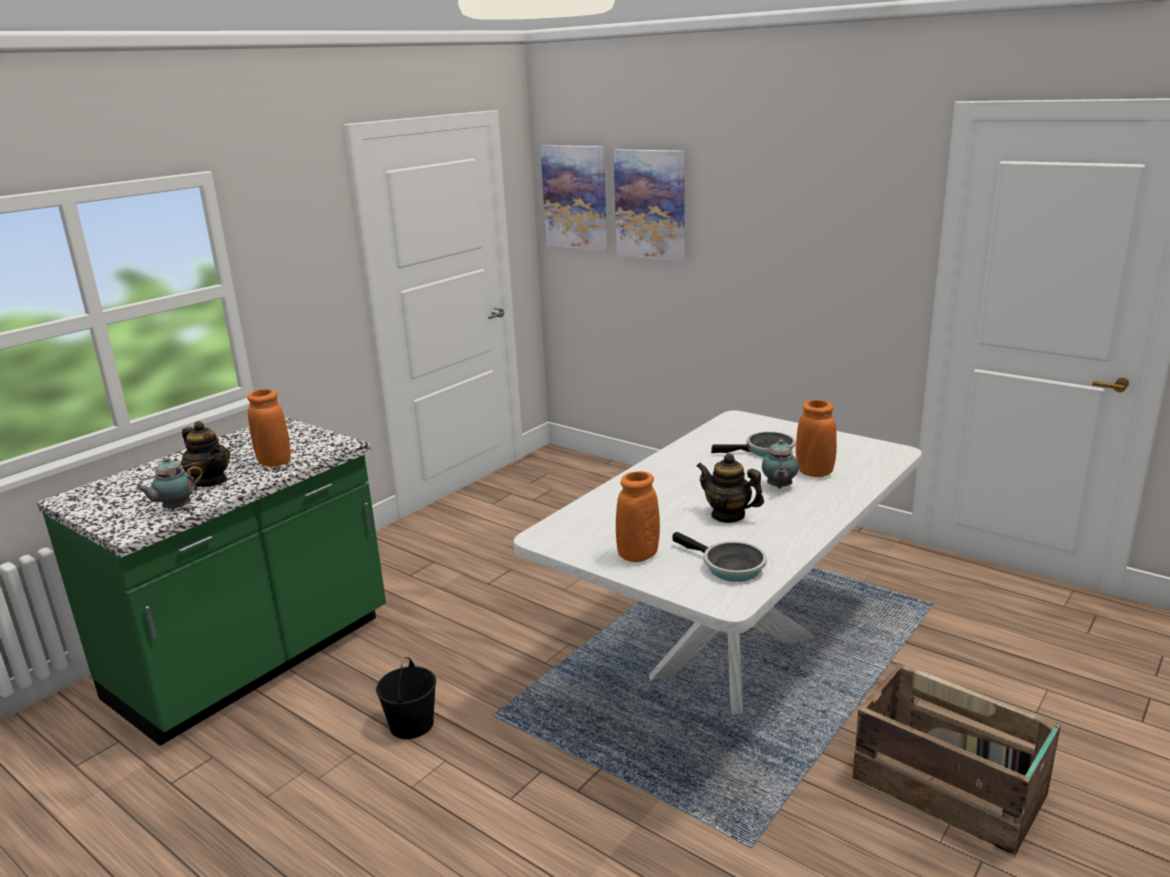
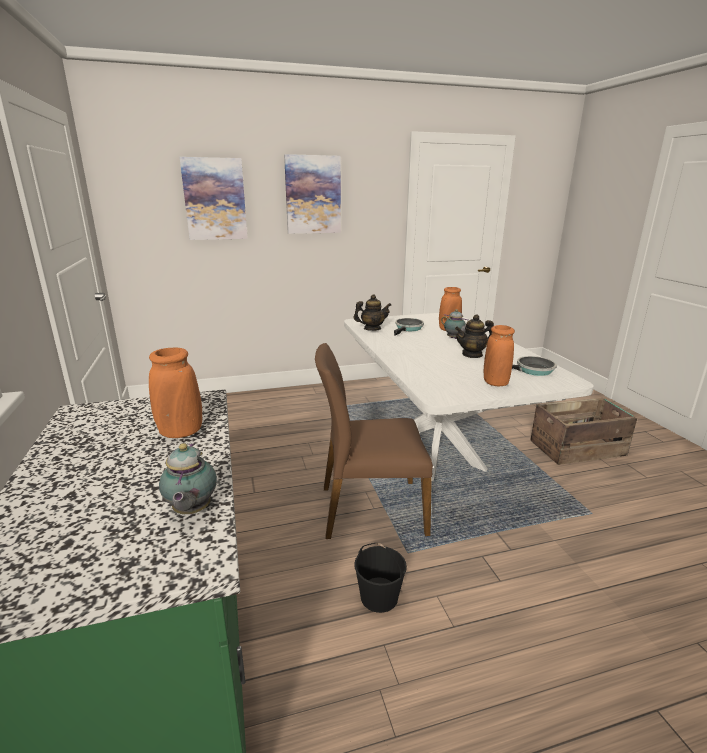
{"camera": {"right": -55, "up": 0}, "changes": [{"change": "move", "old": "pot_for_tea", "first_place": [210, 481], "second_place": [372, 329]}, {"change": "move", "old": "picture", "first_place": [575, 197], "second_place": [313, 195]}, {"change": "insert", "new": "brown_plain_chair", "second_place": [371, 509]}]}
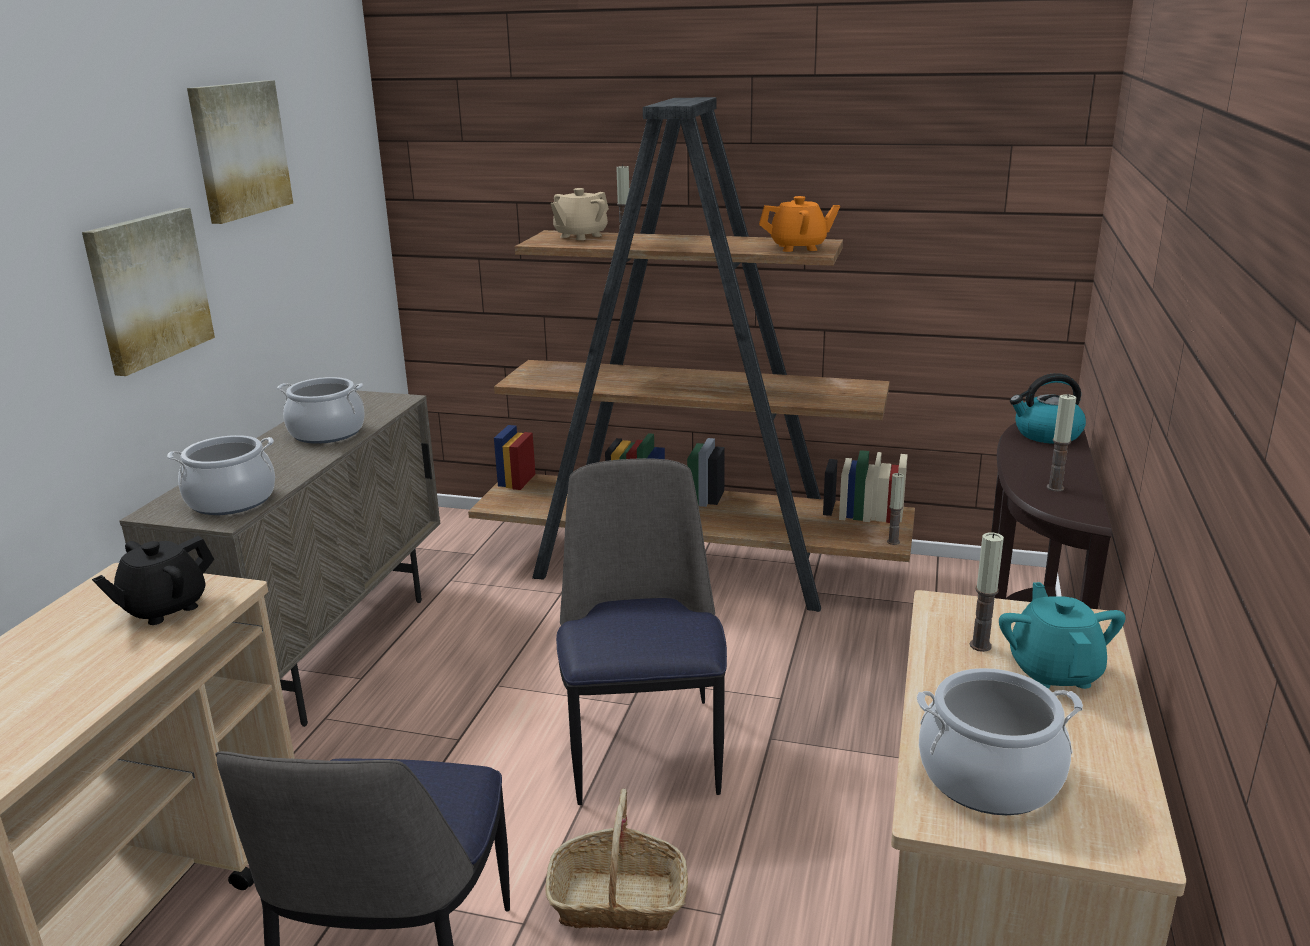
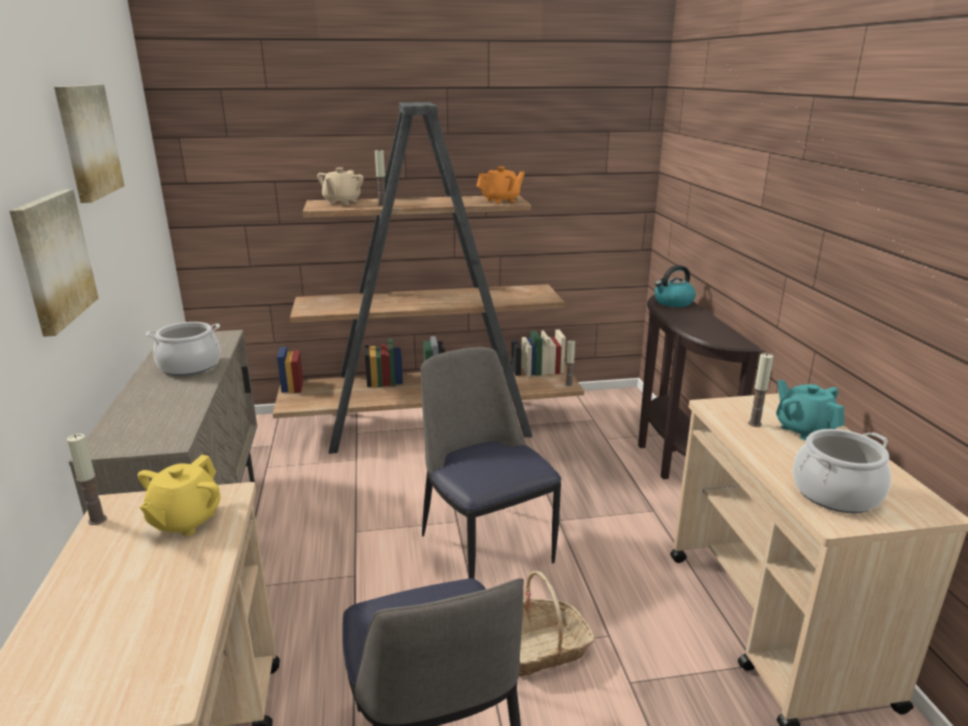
{"camera": {"right": -25, "up": 0}, "changes": [{"change": "recolor", "old": "blackish_pot_for_tea", "new": "yellowish_pot_for_tea", "first_place": [164, 608], "second_place": [185, 520]}, {"change": "delete", "old": "saucepot", "first_place": [231, 500]}, {"change": "move", "old": "candle", "first_place": [1055, 488], "second_place": [97, 520]}]}
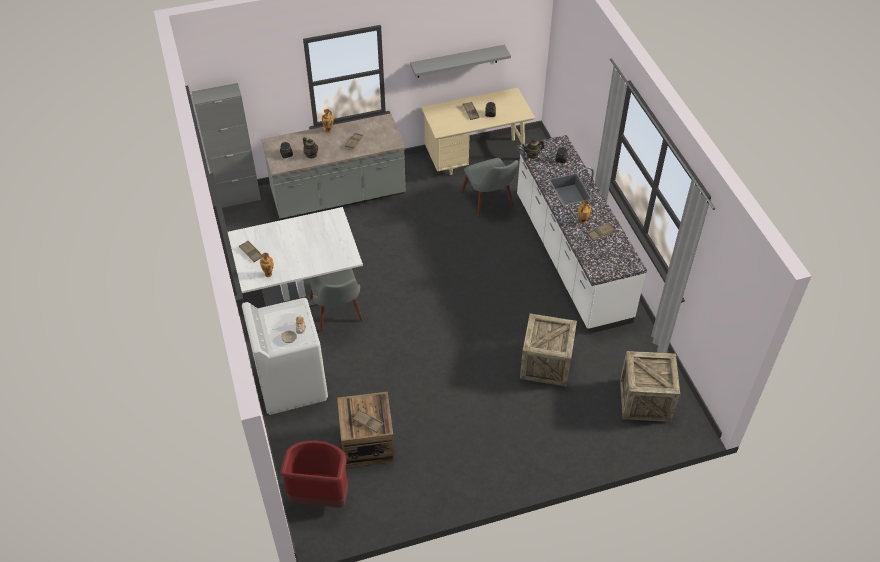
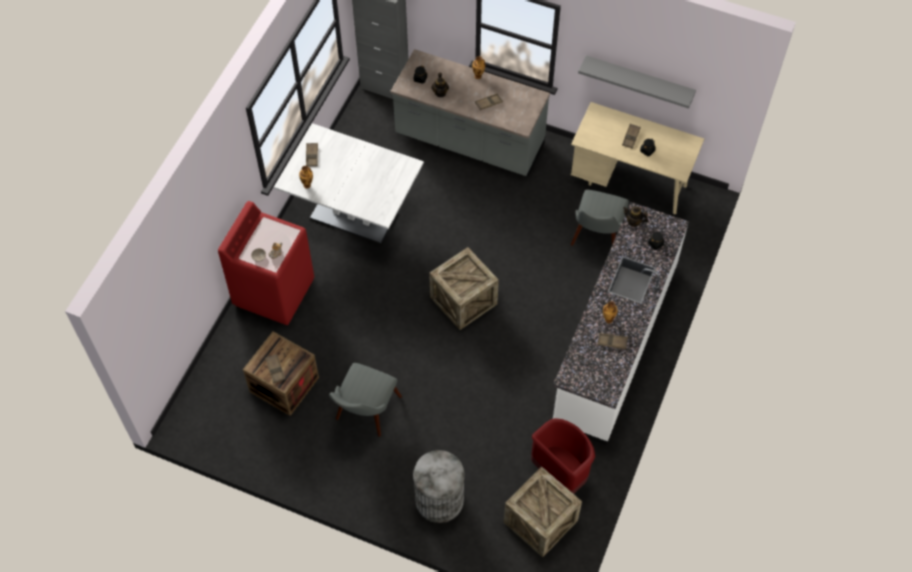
{"camera": {"right": 40, "up": 10}, "changes": [{"change": "recolor", "old": "white-coloured_laundry_machine", "new": "red-coloured_laundry_machine", "first_place": [291, 384], "second_place": [274, 291]}, {"change": "move", "old": "red-coloured_rubbish_bin", "first_place": [320, 496], "second_place": [560, 472]}, {"change": "move", "old": "gray_plain_chair", "first_place": [339, 315], "second_place": [364, 414]}, {"change": "move", "old": "packing_crate", "first_place": [546, 364], "second_place": [463, 300]}, {"change": "insert", "new": "gray_rubbish_bin", "second_place": [439, 500]}]}
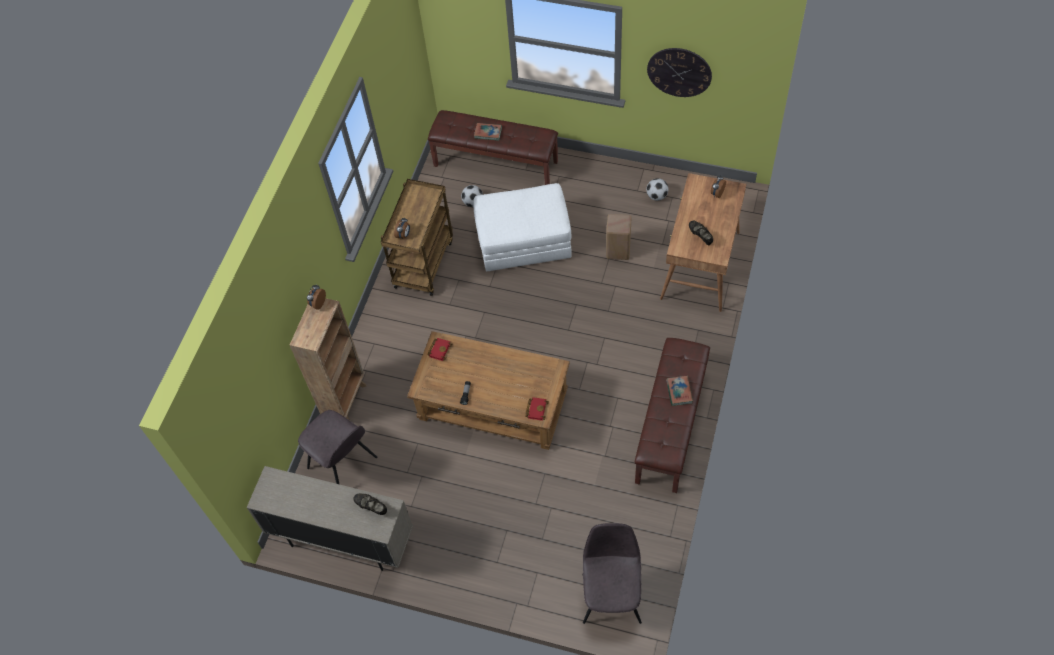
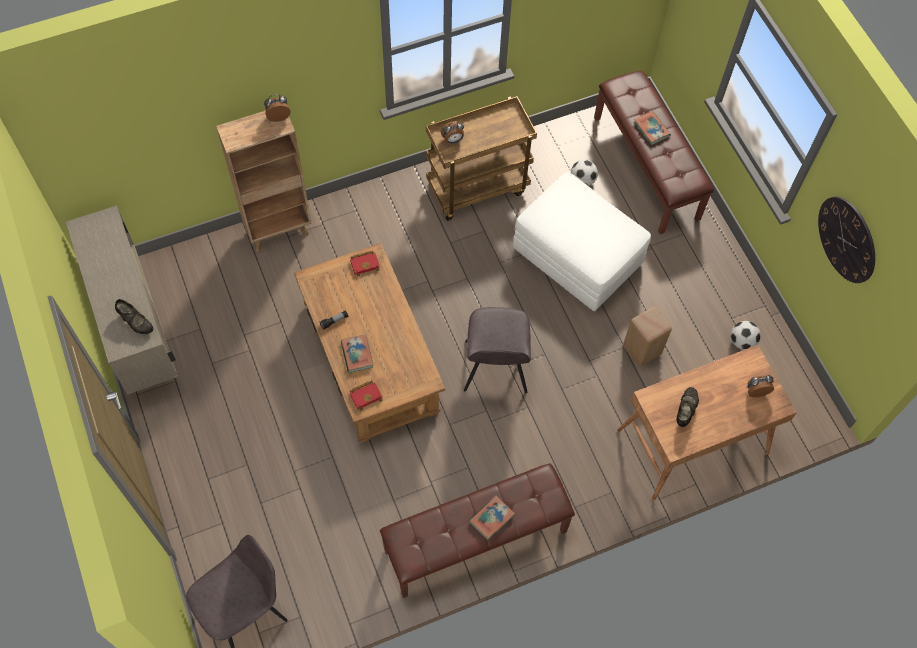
{"camera": {"right": 45, "up": 5}, "changes": [{"change": "move", "old": "gray_plain_chair", "first_place": [343, 464], "second_place": [495, 369]}, {"change": "rotate", "old": "blackish_low_shoe", "first_place": [371, 507], "second_place": [136, 322], "degrees": 135}, {"change": "insert", "new": "book", "second_place": [357, 354]}]}
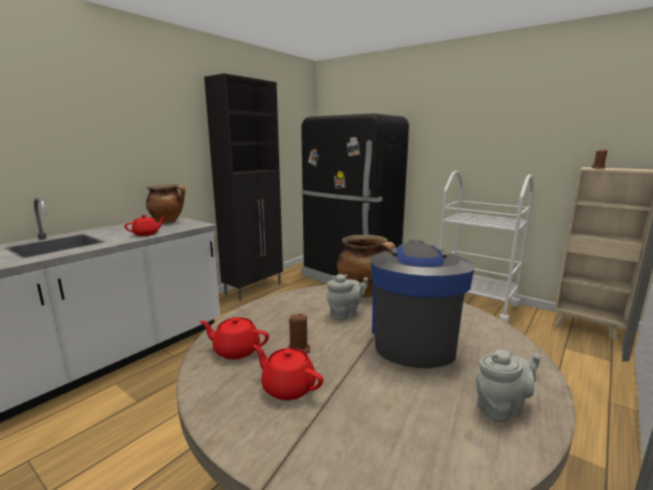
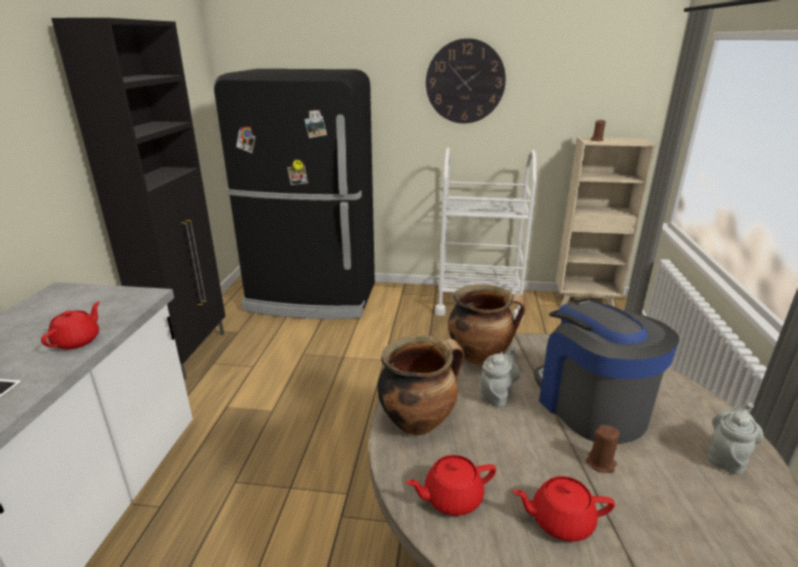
{"camera": {"right": -30, "up": 10}, "changes": [{"change": "move", "old": "saucepot", "first_place": [168, 222], "second_place": [418, 421]}, {"change": "move", "old": "brown_candle", "first_place": [299, 349], "second_place": [601, 463]}, {"change": "insert", "new": "hanging_clock", "second_place": [465, 82]}]}
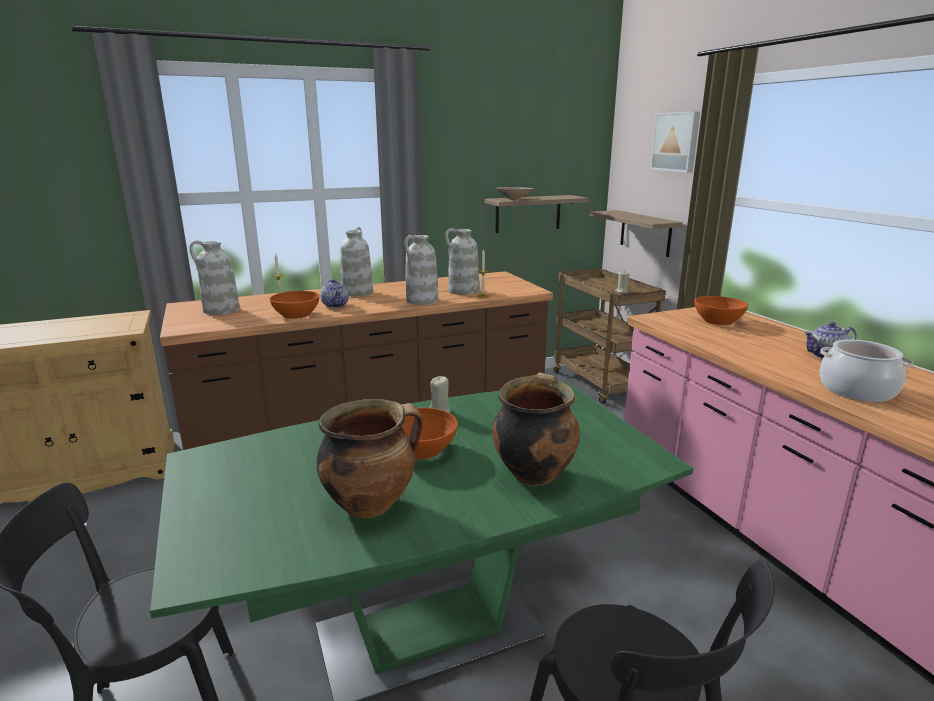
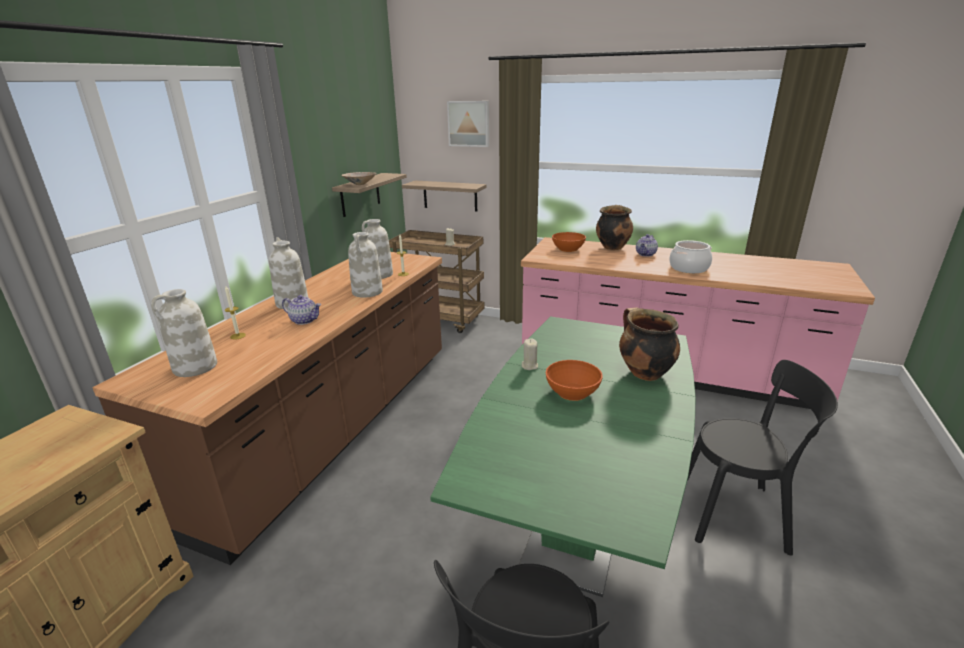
{"camera": {"right": -45, "up": 5}, "changes": [{"change": "delete", "old": "orange_serving_bowl", "first_place": [296, 314]}, {"change": "move", "old": "saucepot", "first_place": [371, 503], "second_place": [612, 247]}]}
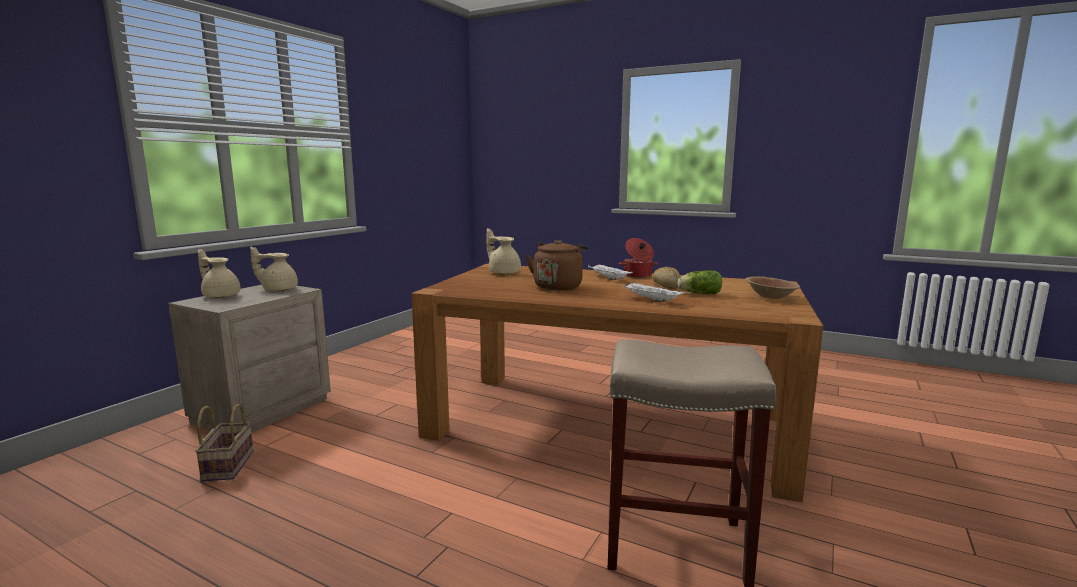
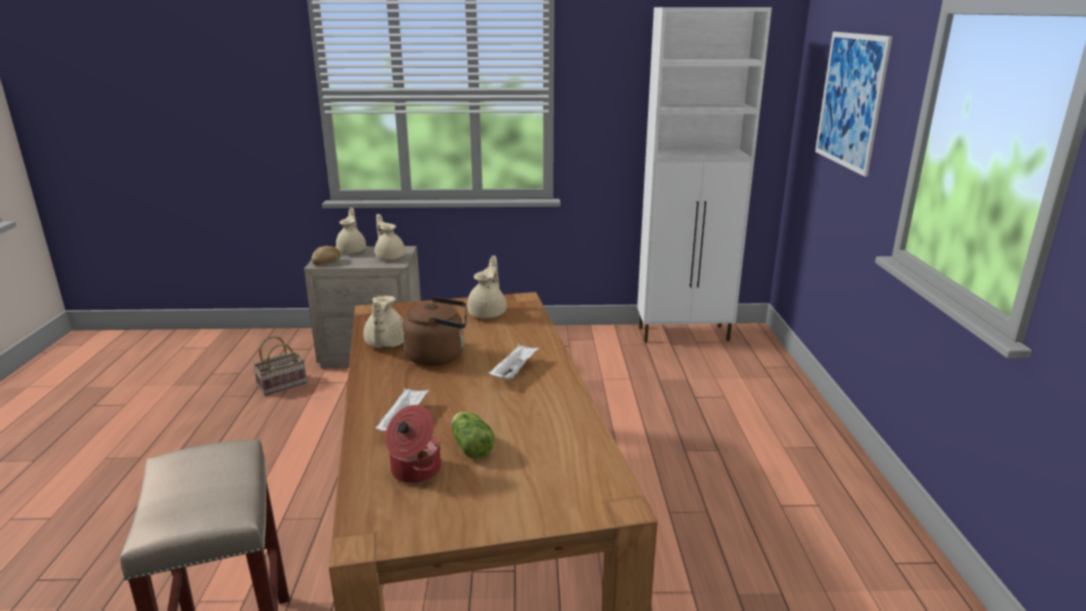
{"camera": {"right": 60, "up": 10}, "changes": [{"change": "move", "old": "saucepot", "first_place": [637, 276], "second_place": [414, 471]}, {"change": "move", "old": "bakery_bread", "first_place": [666, 286], "second_place": [327, 262]}, {"change": "delete", "old": "brown_serving_bowl", "first_place": [771, 297]}, {"change": "insert", "new": "beige_pot_for_tea", "second_place": [385, 344]}, {"change": "insert", "new": "white-coloured_storage_cabinet", "second_place": [685, 334]}, {"change": "insert", "new": "picture", "second_place": [850, 100]}]}
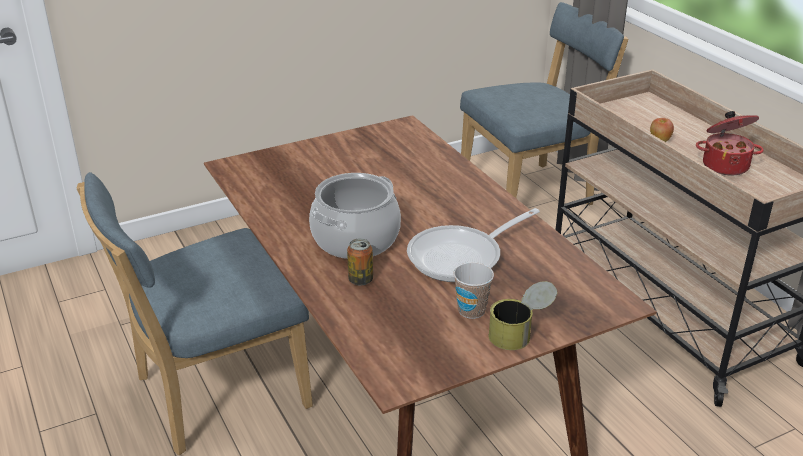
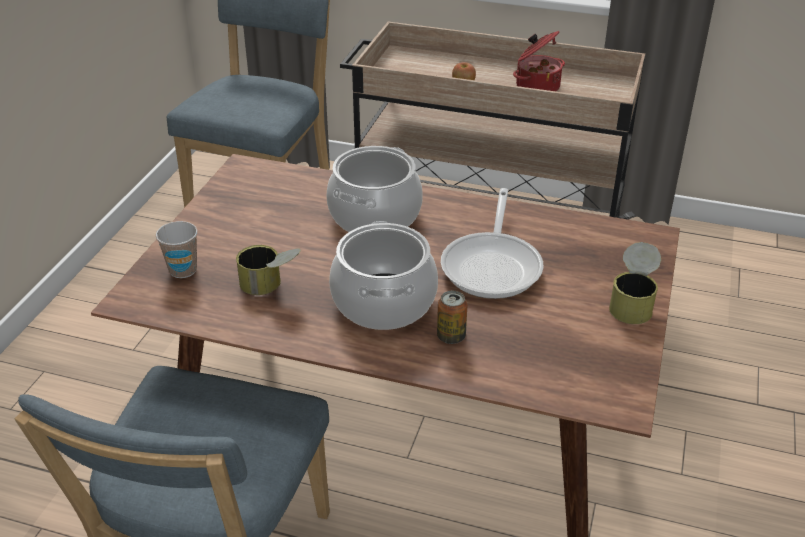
{"camera": {"right": -45, "up": 5}, "changes": [{"change": "move", "old": "cup", "first_place": [471, 311], "second_place": [183, 270]}, {"change": "insert", "new": "can", "second_place": [271, 286]}, {"change": "insert", "new": "saucepot", "second_place": [375, 216]}]}
